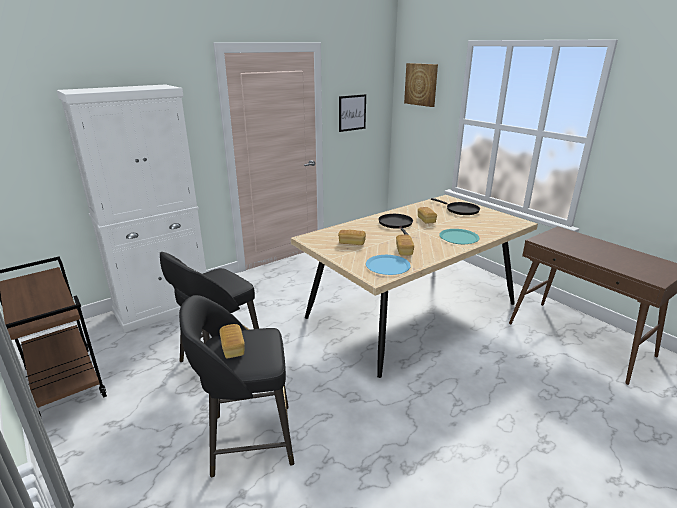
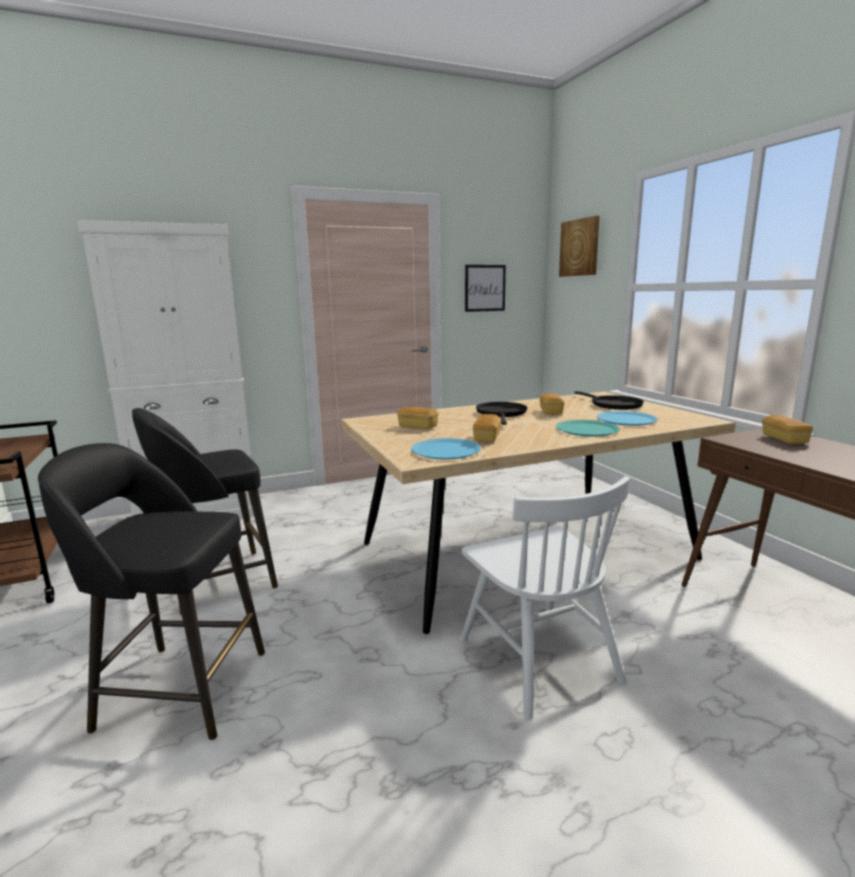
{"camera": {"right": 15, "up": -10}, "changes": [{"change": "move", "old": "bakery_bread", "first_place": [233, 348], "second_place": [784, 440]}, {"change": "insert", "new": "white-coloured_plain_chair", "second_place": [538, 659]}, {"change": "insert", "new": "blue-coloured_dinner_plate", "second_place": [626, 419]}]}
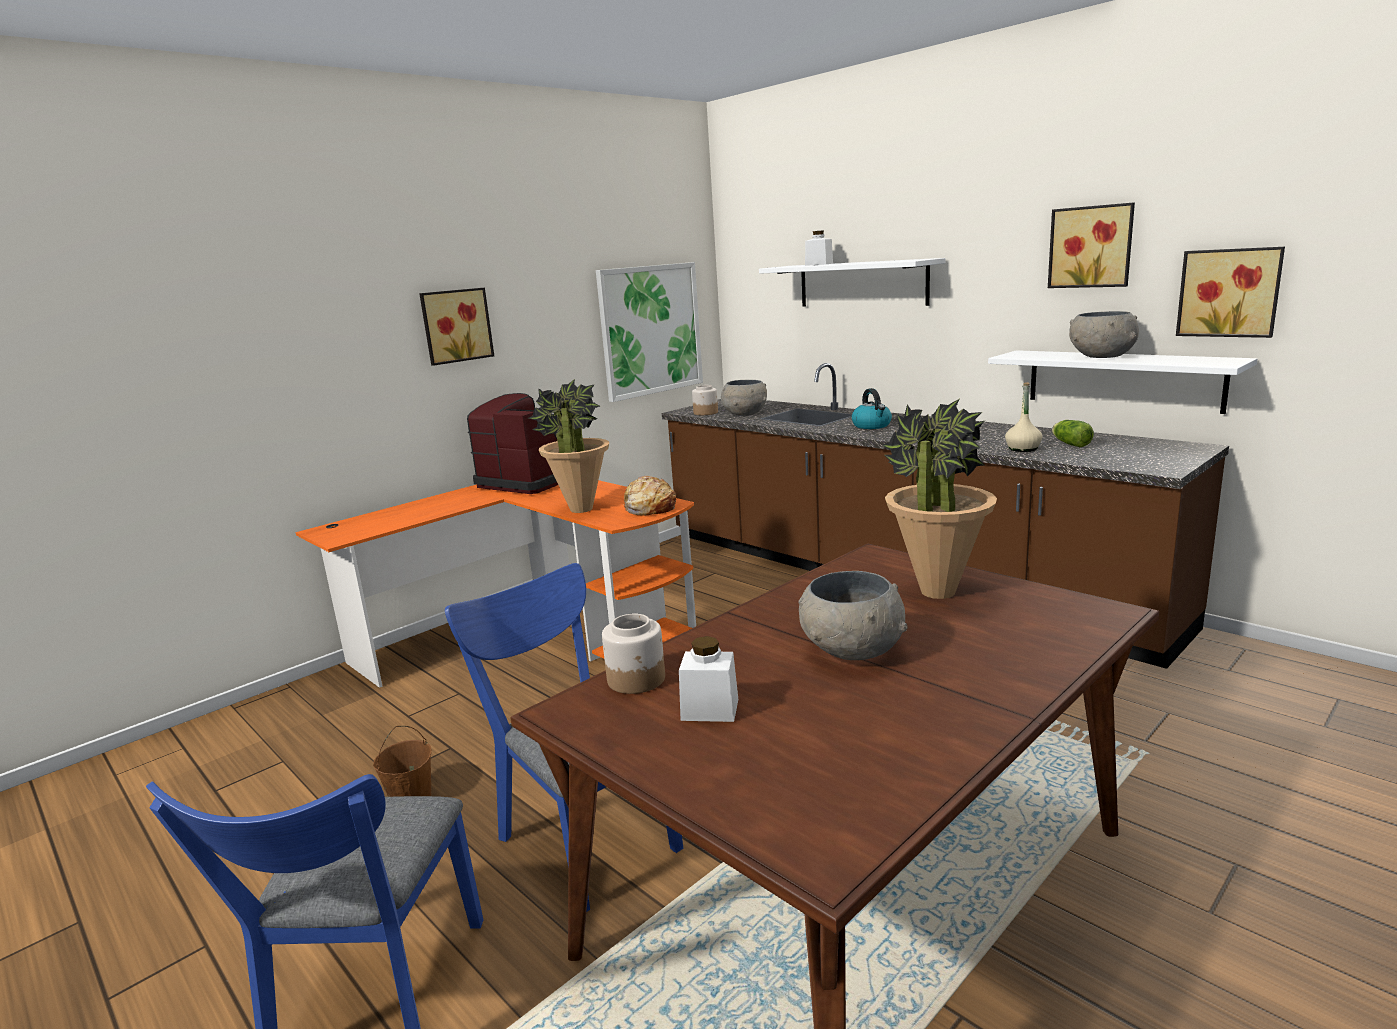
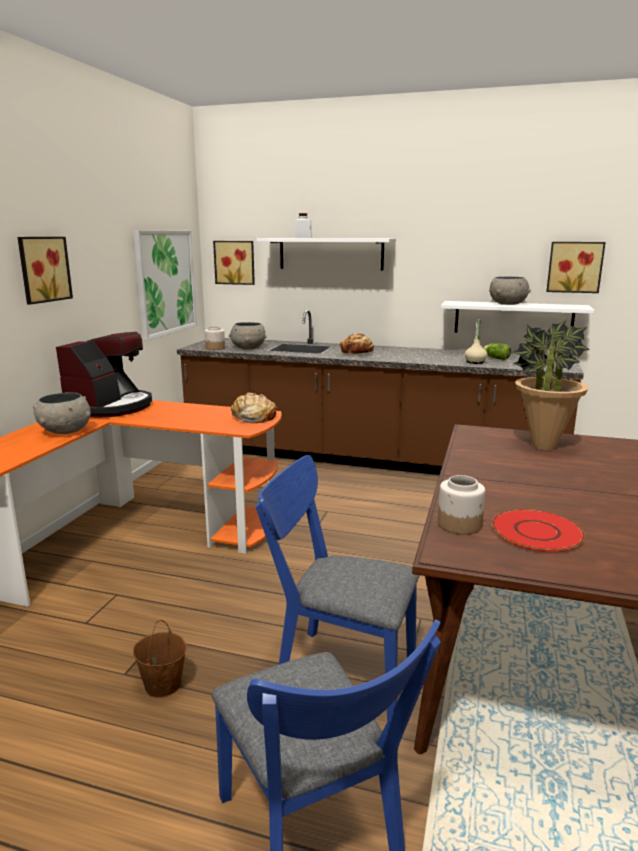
{"camera": {"right": -30, "up": 0}, "changes": [{"change": "rotate", "old": "coffee_brewer", "first_place": [527, 482], "second_place": [110, 407], "degrees": 105}, {"change": "delete", "old": "plant_in_a_pot", "first_place": [581, 509]}, {"change": "replace", "old": "white-coloured_jar", "new": "red-coloured_dinner_plate", "first_place": [710, 709], "second_place": [536, 532]}, {"change": "move", "old": "gray_serving_bowl", "first_place": [851, 651], "second_place": [65, 431]}, {"change": "replace", "old": "water_kettle", "new": "bakery_bread", "first_place": [872, 426], "second_place": [357, 352]}, {"change": "move", "old": "picture", "first_place": [1091, 247], "second_place": [235, 262]}]}
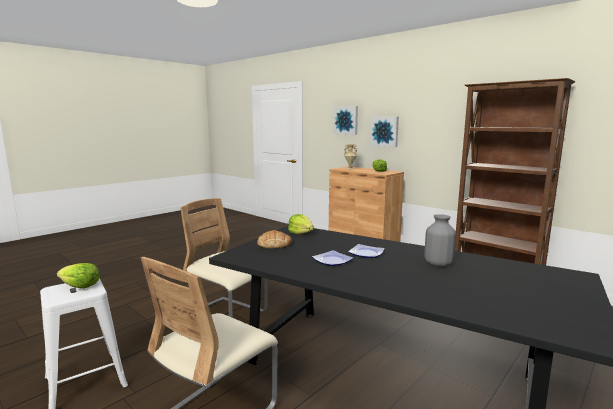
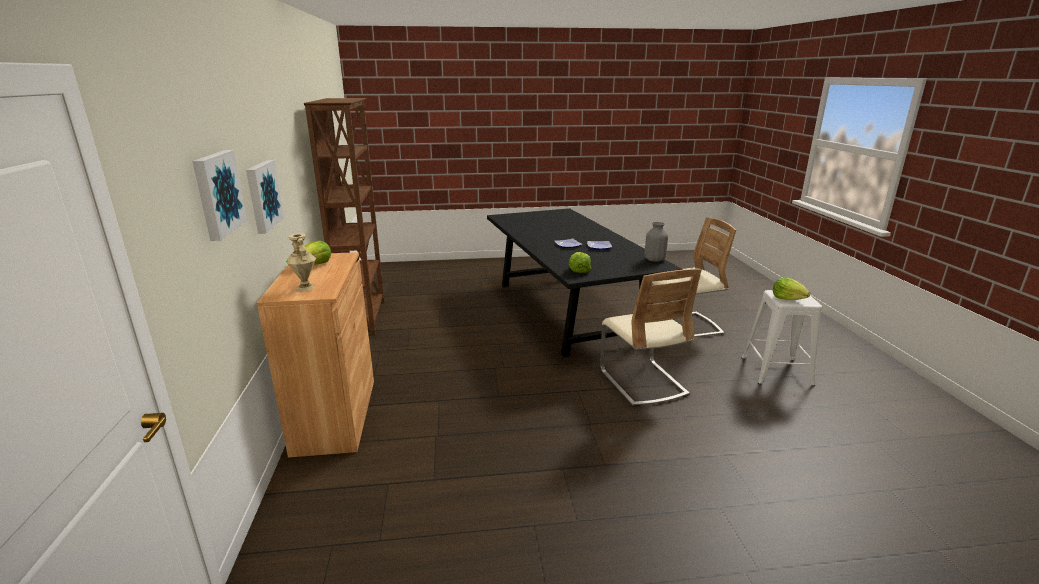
{"camera": {"right": -140, "up": 10}, "changes": [{"change": "delete", "old": "bakery_bread", "first_place": [274, 244]}, {"change": "move", "old": "gray_decorative_vase", "first_place": [437, 264], "second_place": [655, 260]}]}
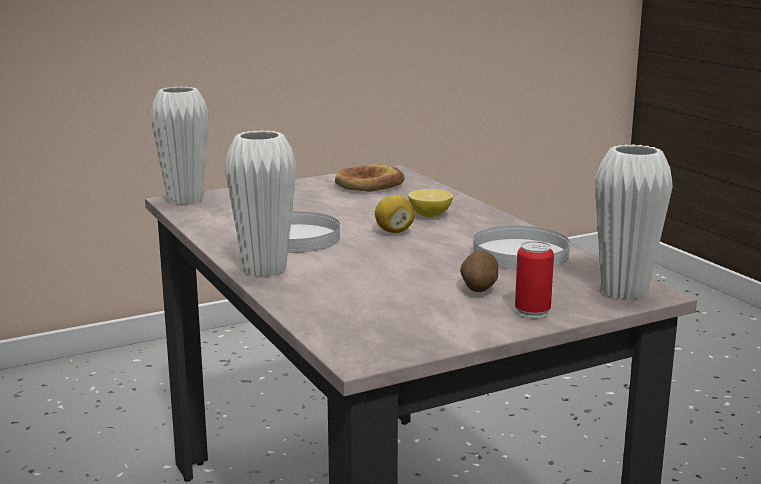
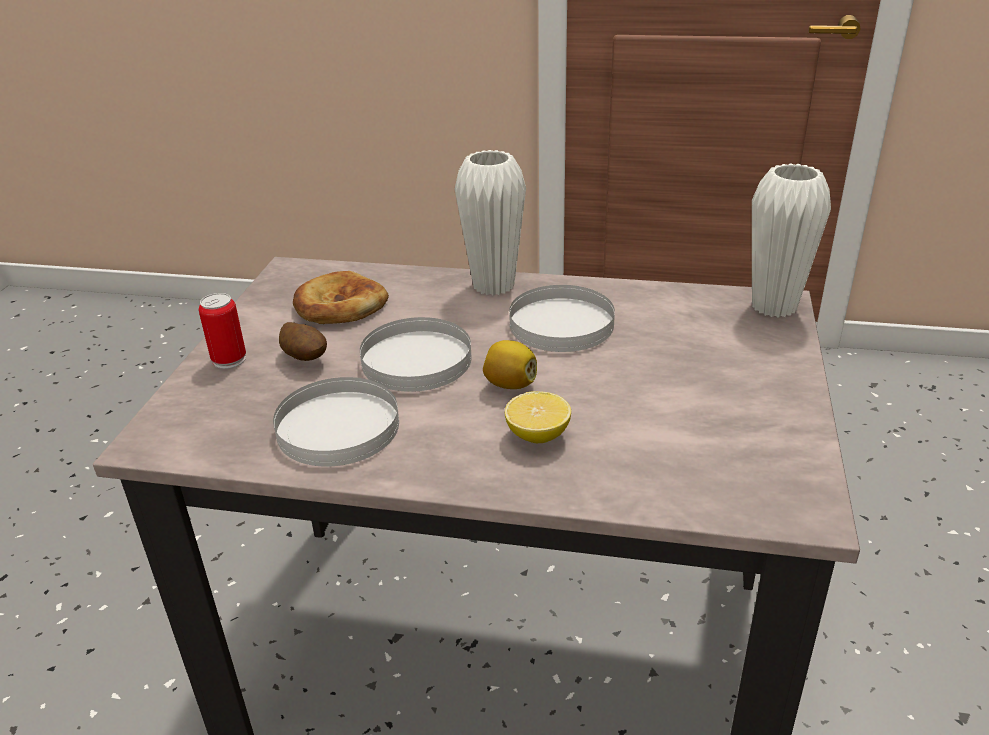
{"camera": {"right": 130, "up": 15}, "changes": [{"change": "move", "old": "bakery_bread", "first_place": [368, 184], "second_place": [339, 305]}, {"change": "delete", "old": "white-coloured_decorative_vase", "first_place": [624, 292]}, {"change": "insert", "new": "white-coloured_dinner_plate", "second_place": [417, 359]}]}
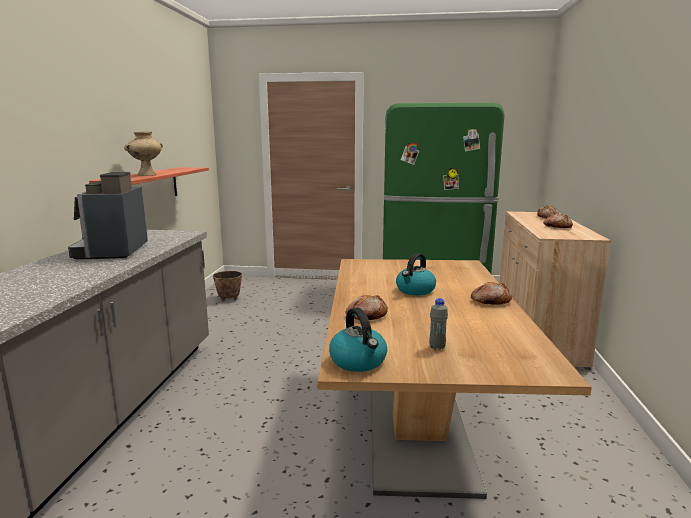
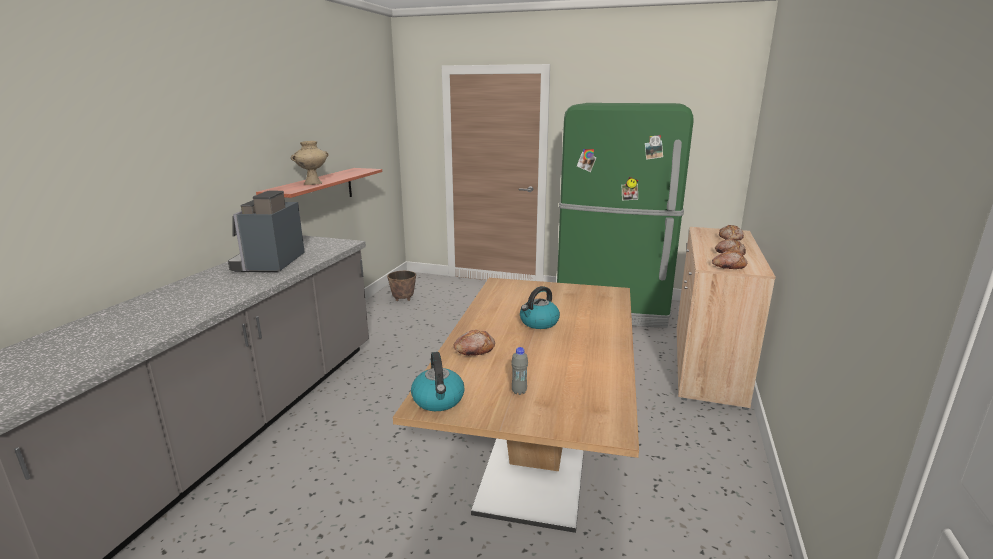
{"camera": {"right": 10, "up": 5}, "changes": [{"change": "move", "old": "bakery_bread", "first_place": [490, 301], "second_place": [728, 266]}]}
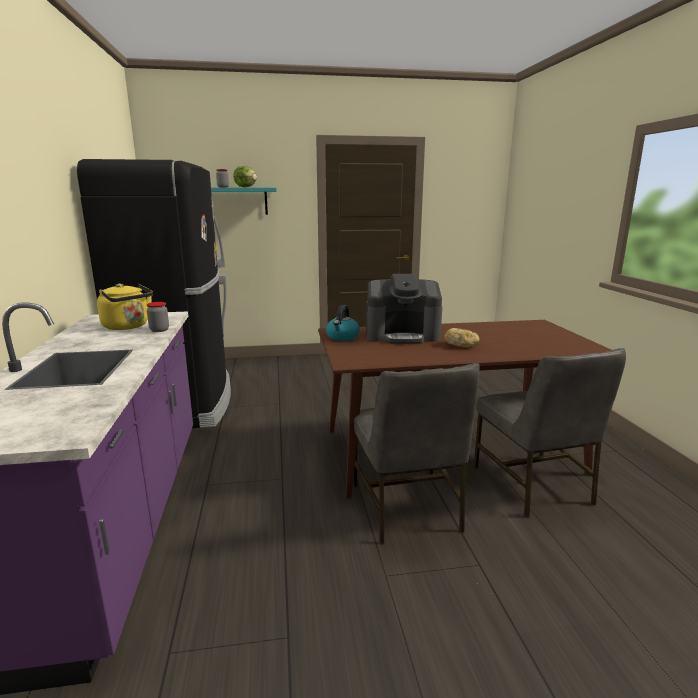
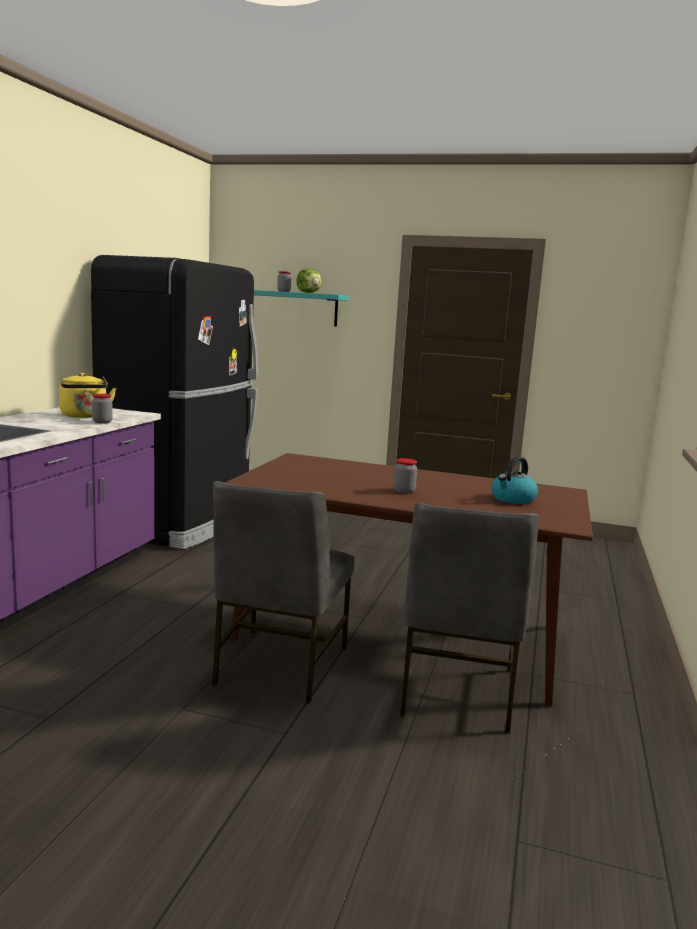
{"camera": {"right": 25, "up": -5}, "changes": [{"change": "move", "old": "water_kettle", "first_place": [342, 337], "second_place": [512, 499]}, {"change": "delete", "old": "coffee_brewer", "first_place": [402, 335]}, {"change": "replace", "old": "bakery_bread", "new": "jar", "first_place": [461, 345], "second_place": [404, 491]}]}
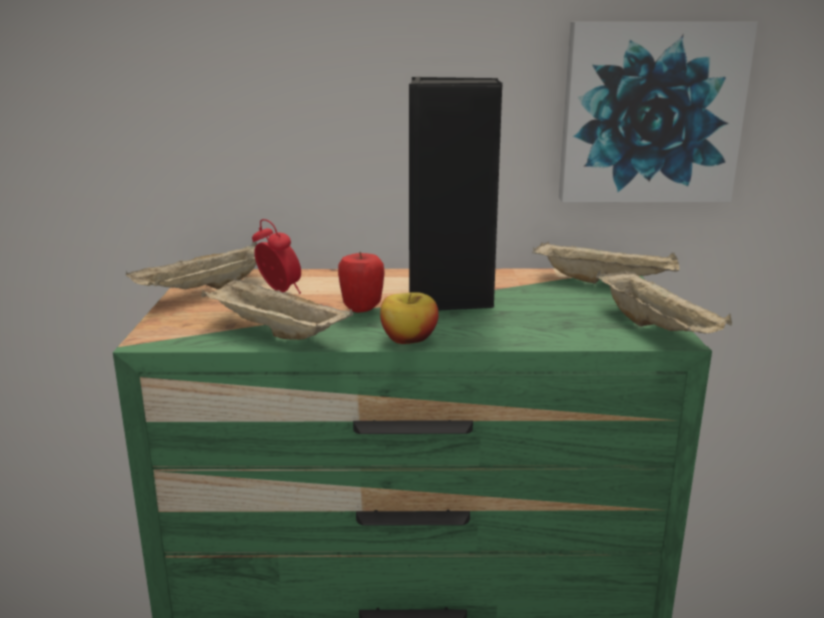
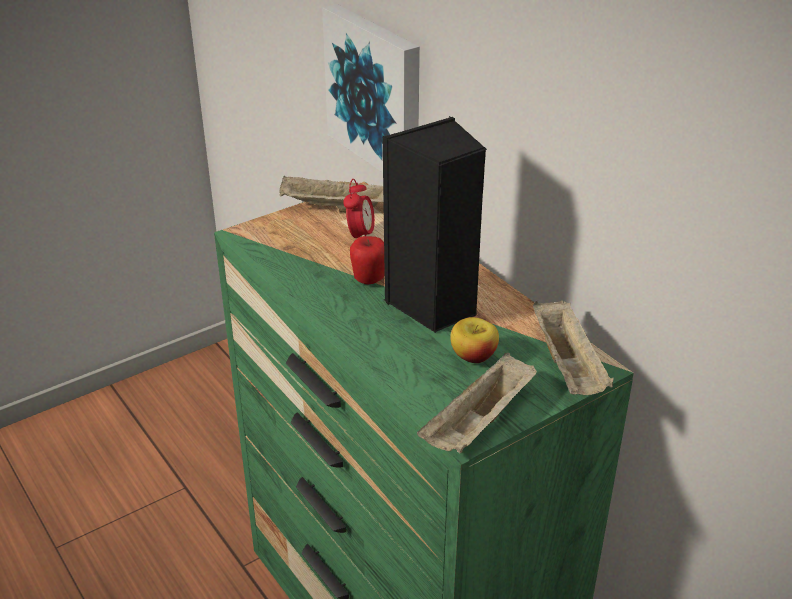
{"camera": {"right": 55, "up": 15}, "changes": [{"change": "delete", "old": "beige_tray", "first_place": [273, 331]}, {"change": "move", "old": "apple_fruit", "first_place": [408, 339], "second_place": [473, 356]}, {"change": "move", "old": "picture", "first_place": [649, 113], "second_place": [377, 92]}]}
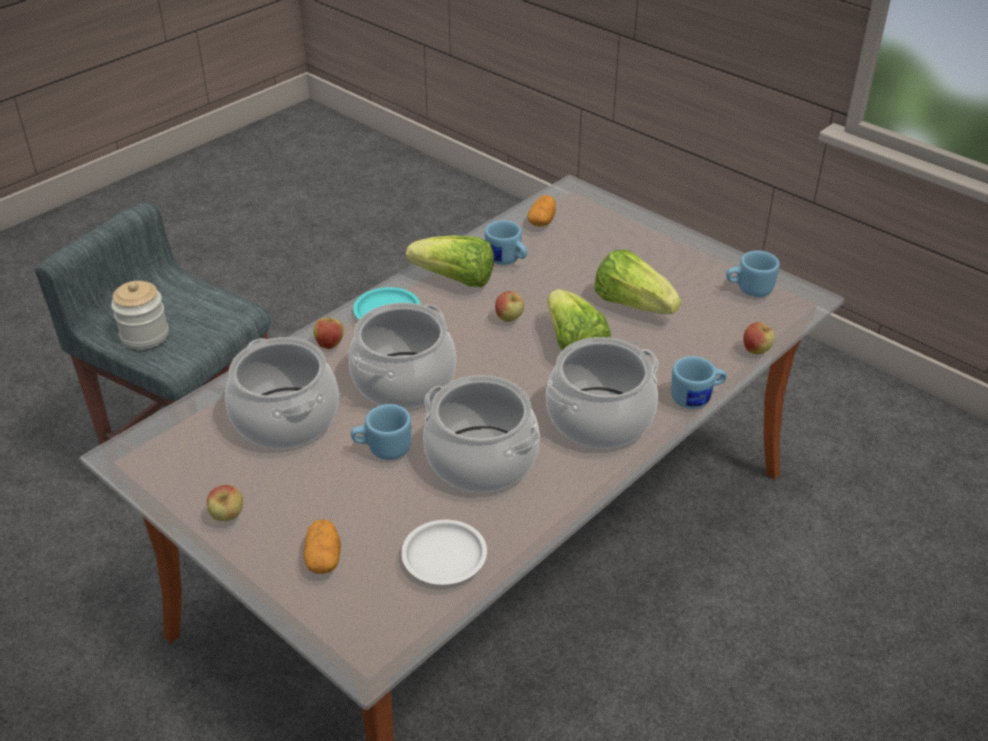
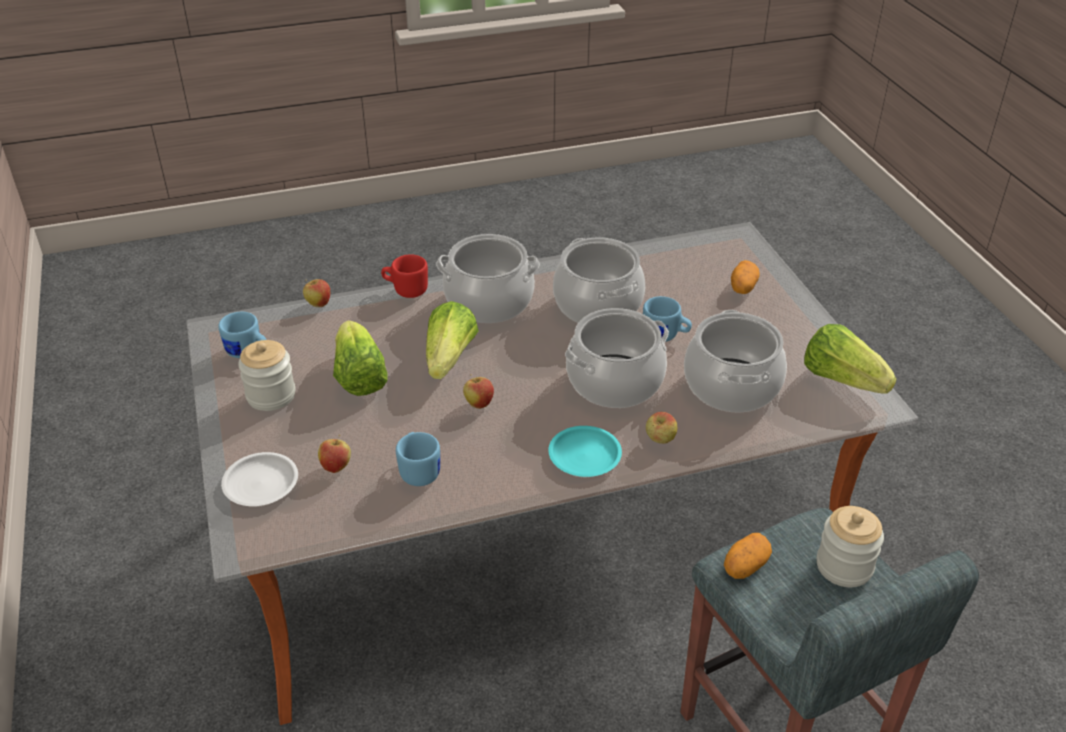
{"camera": {"right": -150, "up": 0}, "changes": [{"change": "move", "old": "apple_fruit", "first_place": [228, 517], "second_place": [336, 467]}, {"change": "move", "old": "white-coloured_dinner_plate", "first_place": [444, 556], "second_place": [260, 484]}, {"change": "move", "old": "lettuce", "first_place": [455, 280], "second_place": [842, 379]}, {"change": "move", "old": "spud", "first_place": [542, 221], "second_place": [745, 566]}, {"change": "recolor", "old": "blue-coloured_tea_mug", "new": "red-coloured_tea_mug", "first_place": [697, 398], "second_place": [406, 290]}, {"change": "insert", "new": "jar", "second_place": [271, 395]}]}
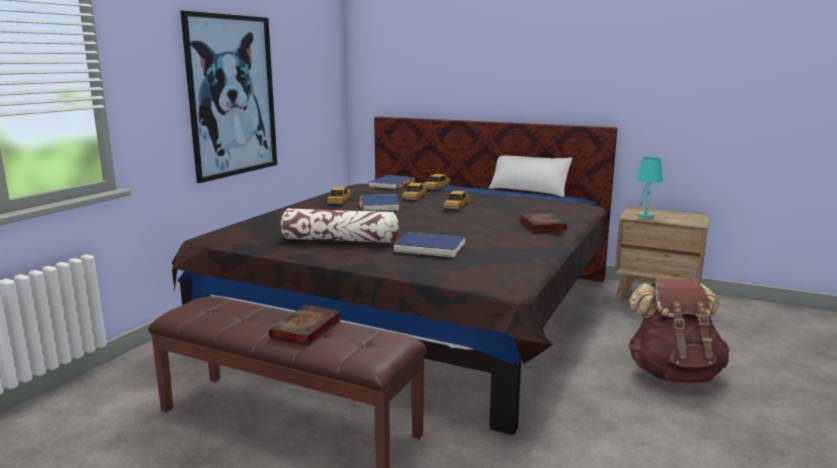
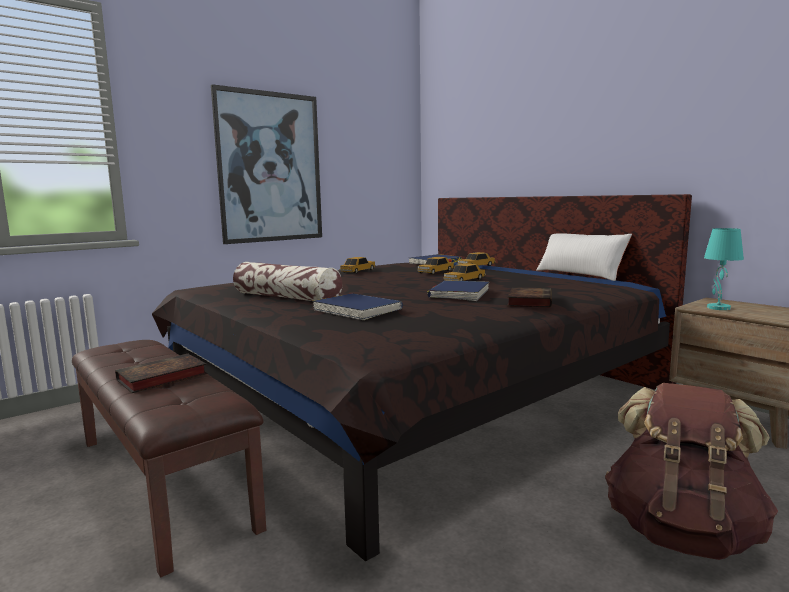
{"camera": {"right": 25, "up": -5}, "changes": [{"change": "move", "old": "blue-coloured_book", "first_place": [379, 205], "second_place": [459, 294]}]}
